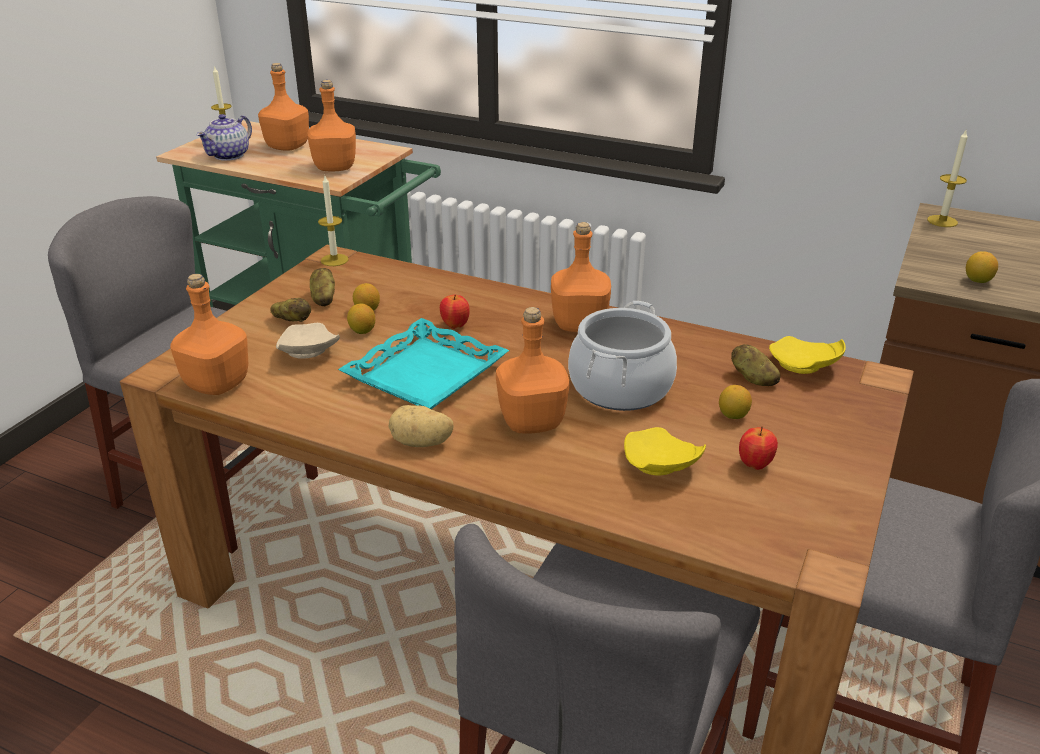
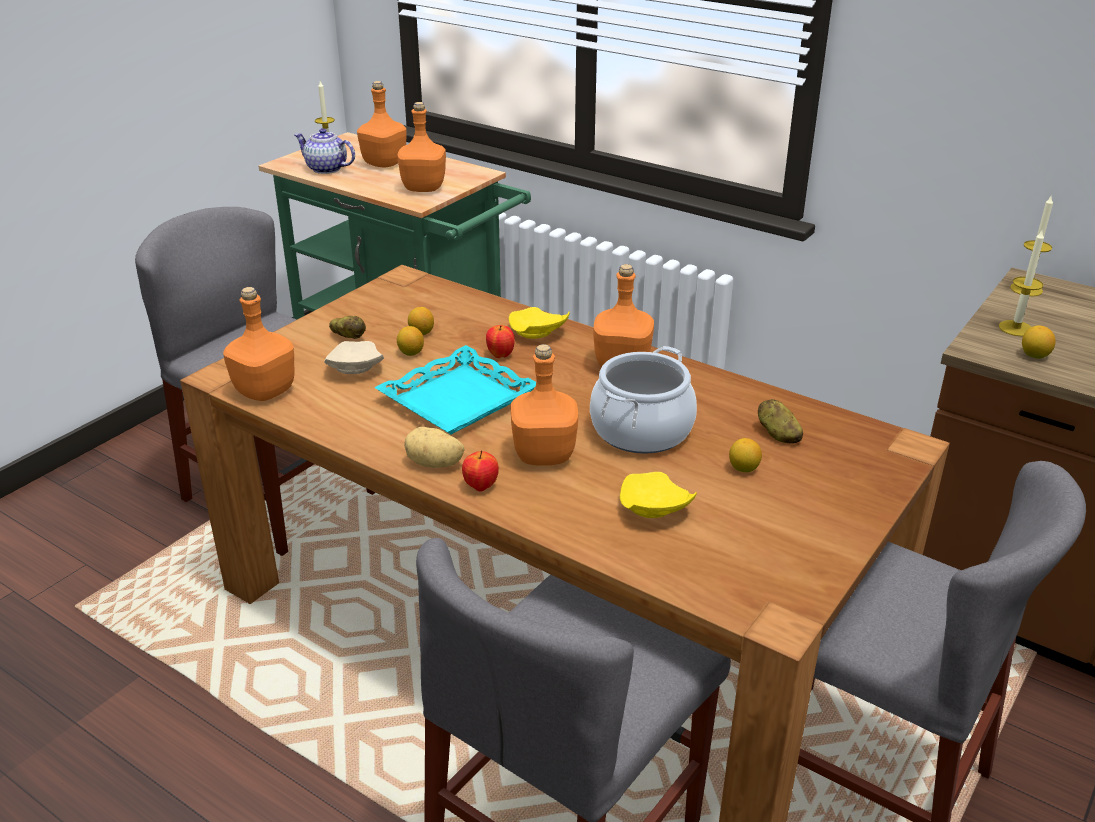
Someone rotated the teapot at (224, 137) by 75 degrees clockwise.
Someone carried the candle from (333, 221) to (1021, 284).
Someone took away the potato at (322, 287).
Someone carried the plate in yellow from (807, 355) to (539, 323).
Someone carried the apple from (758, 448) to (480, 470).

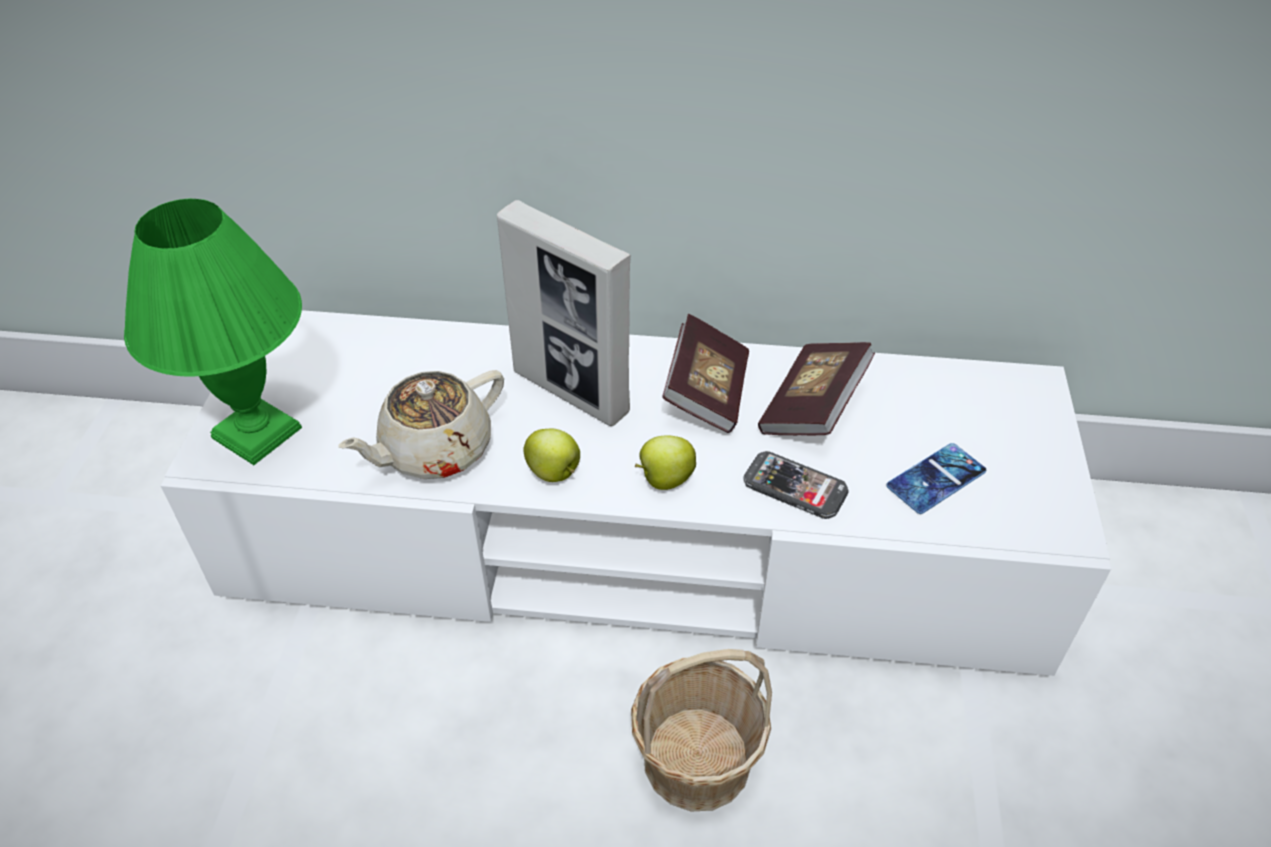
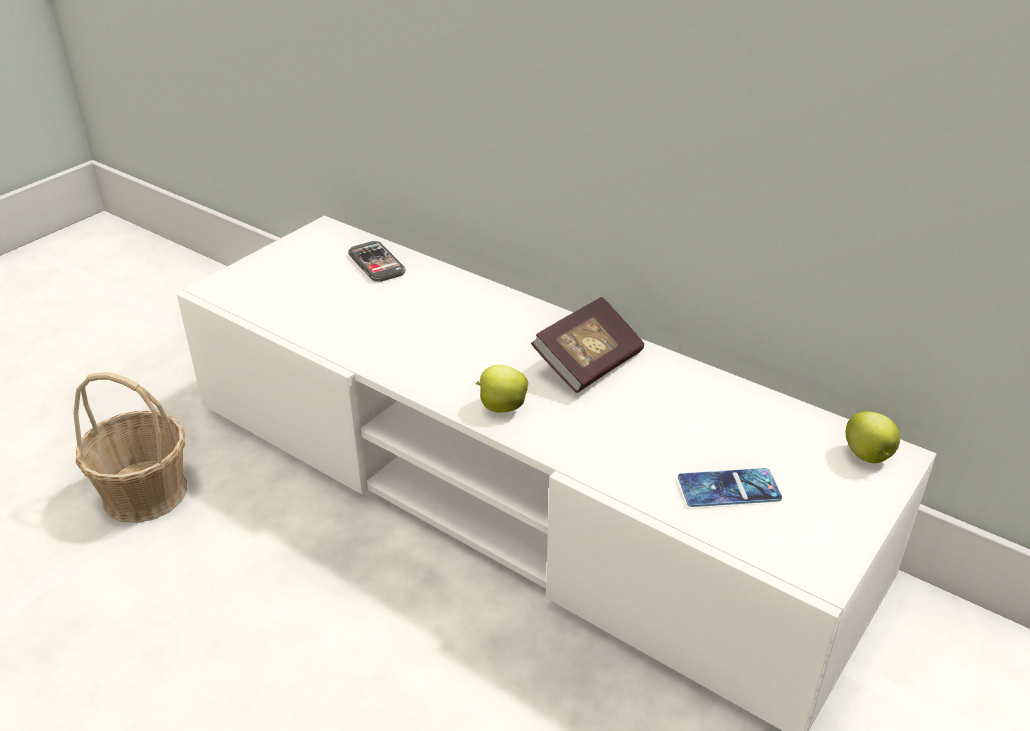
Someone took away the table lamp in green at (213, 332).
Someone took away the picture frame at (564, 313).
Someone took away the book at (816, 389).
Someone took away the teapot in beige at (421, 424).
Someone carried the apple from (551, 455) to (873, 437).
Someone carried the phone from (796, 485) to (377, 261).
Someone carried the basket from (701, 730) to (130, 447).

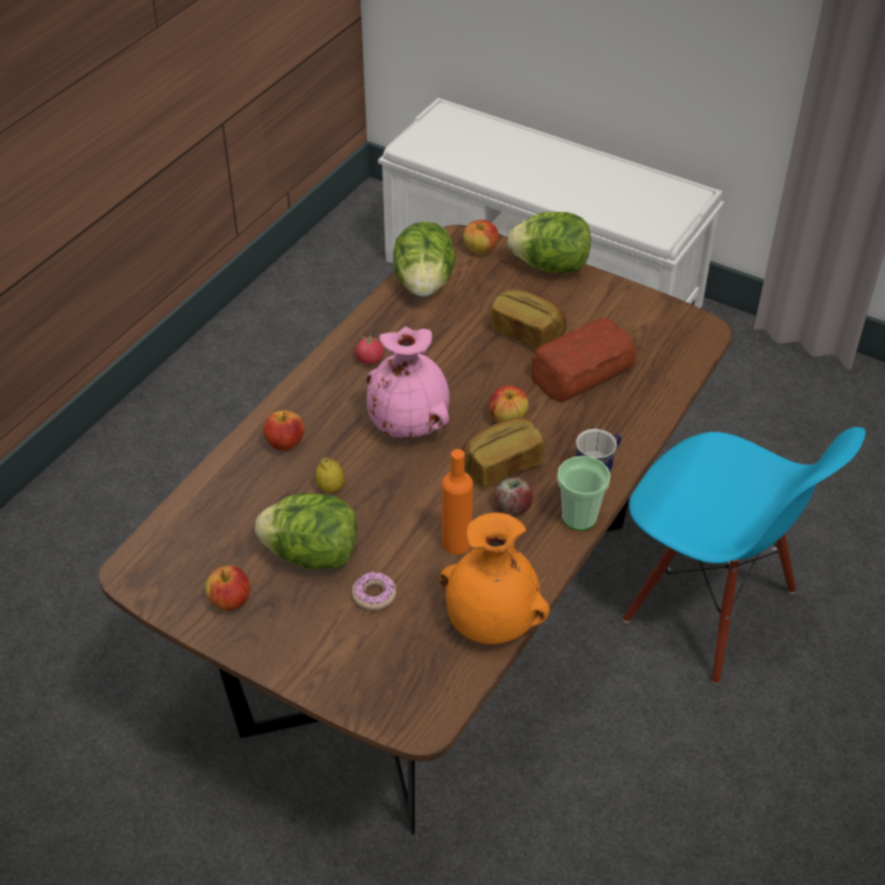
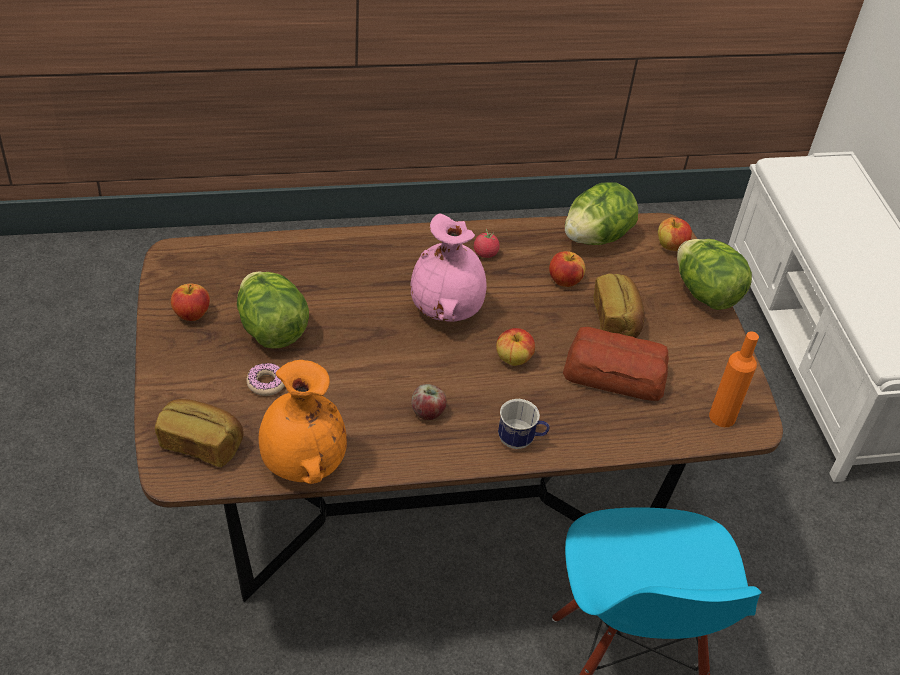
Someone carried the apple from (284, 431) to (567, 269).
Someone carried the bread from (503, 452) to (199, 433).
Someone carried the bottle in orange from (457, 502) to (734, 379).
Someone took away the cup at (584, 493).
Someone took away the lemon at (330, 475).

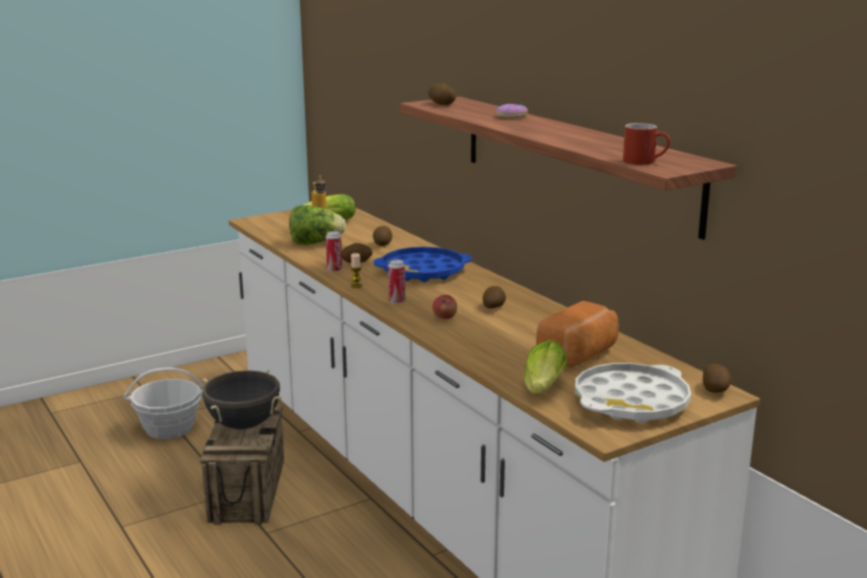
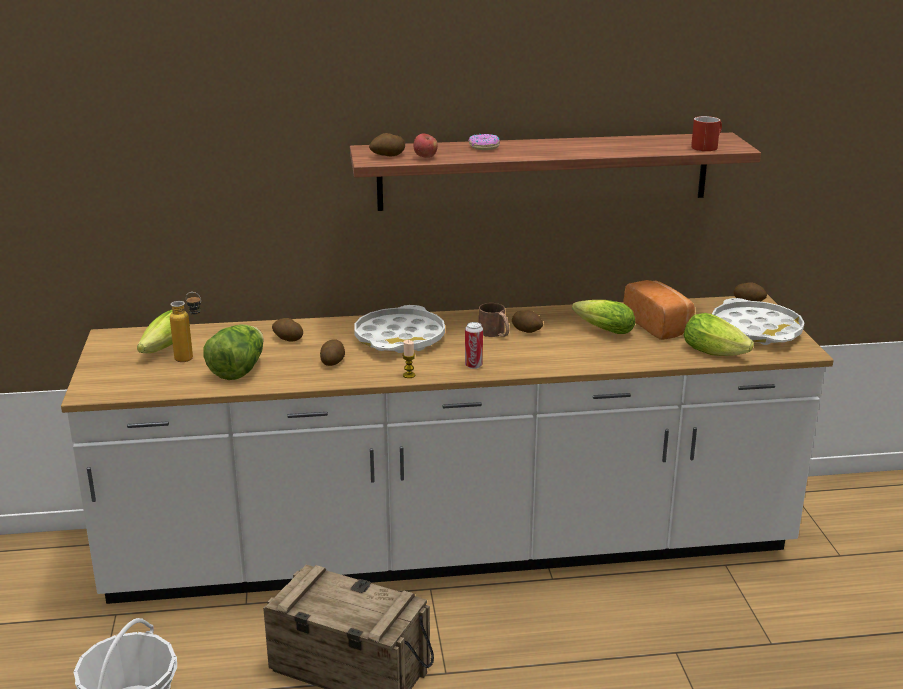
Someone took away the can at (334, 251).
Someone repainted the tray in blue at (423, 264), which became the tray in white at (399, 329).
Someone carried the apple from (445, 307) to (425, 146).
Someone took away the cooking pot in black at (242, 399).
Someone put down the lettuce at (603, 317).
Someone put down the mug in brown at (494, 320).

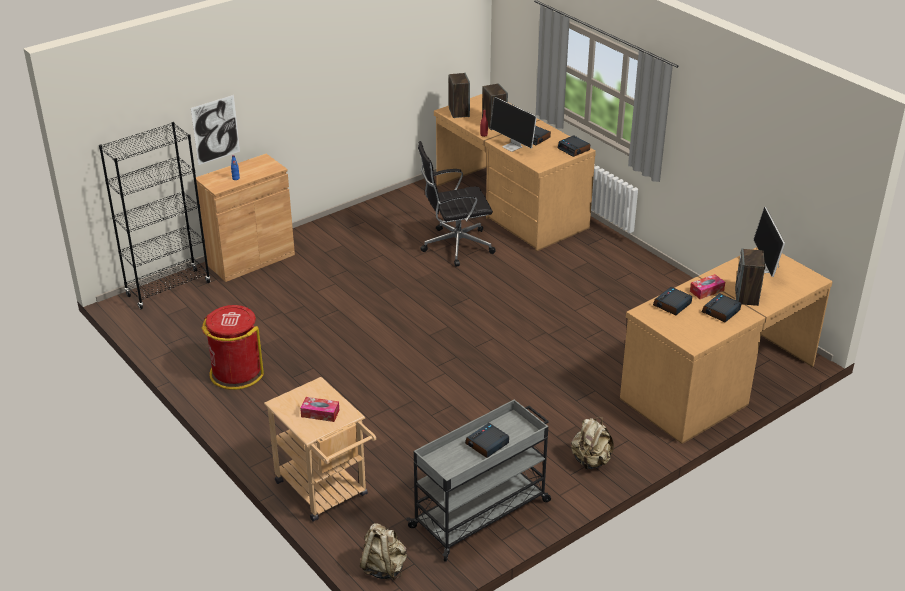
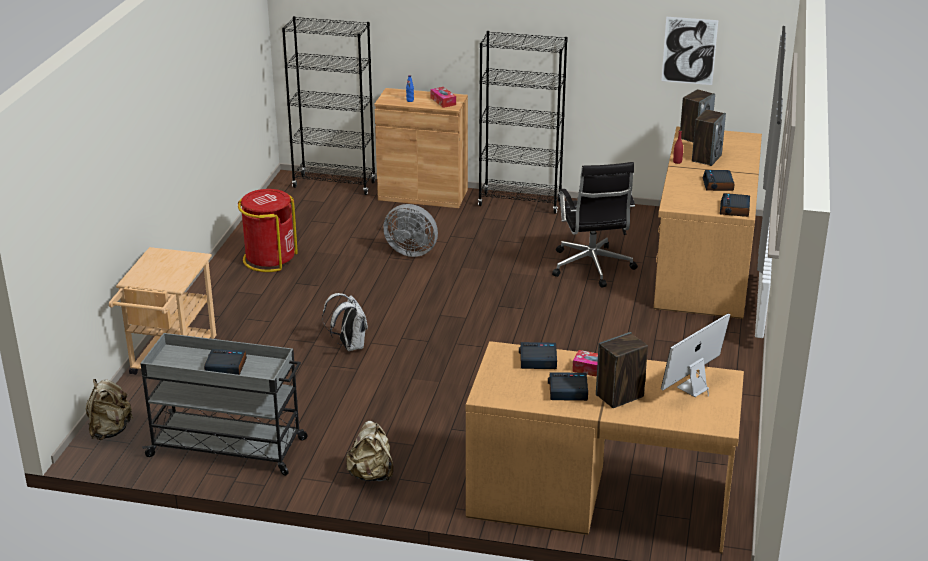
Someone carried the picture from (215, 130) to (689, 51).
Someone took away the monitor at (513, 124).
Someone rotated the office chair in black at (456, 203) by 135 degrees counterclockwise.
Someone carried the tissue box from (319, 409) to (443, 97).
Someone put down the bookcase in black at (523, 122).
Someone put down the fan in grey at (410, 230).
Someone put down the backpack in white at (345, 322).

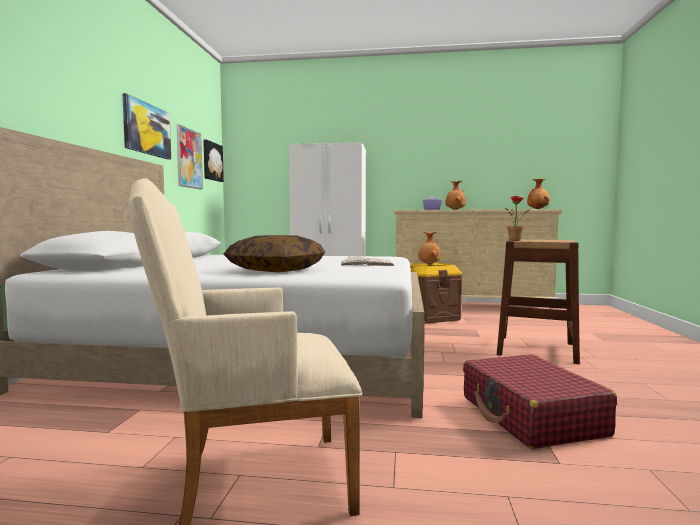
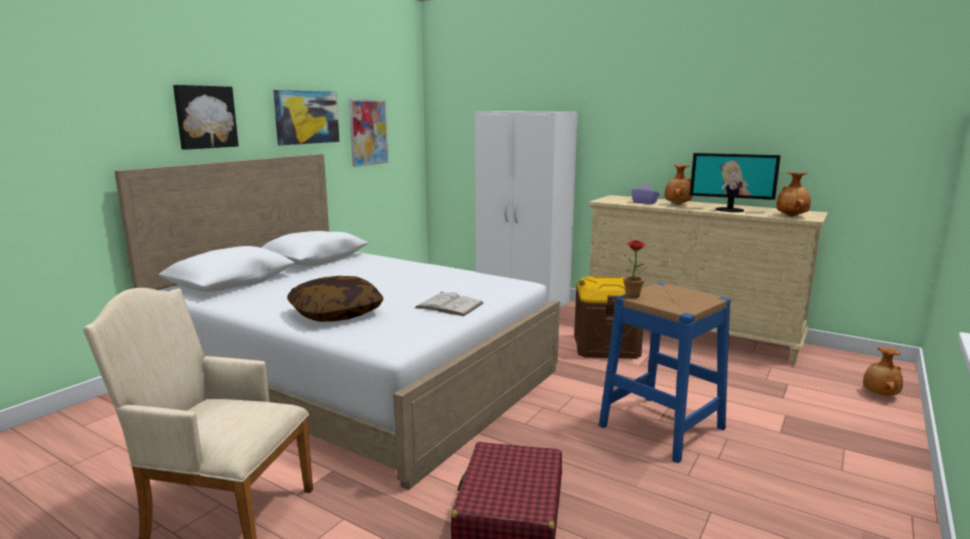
Someone carried the picture from (213, 161) to (206, 117).
Someone carried the vase in brown from (429, 248) to (883, 371).
Someone repainted the stool in brown at (538, 301), which became the stool in blue at (665, 373).
Someone put down the monitor at (735, 182).

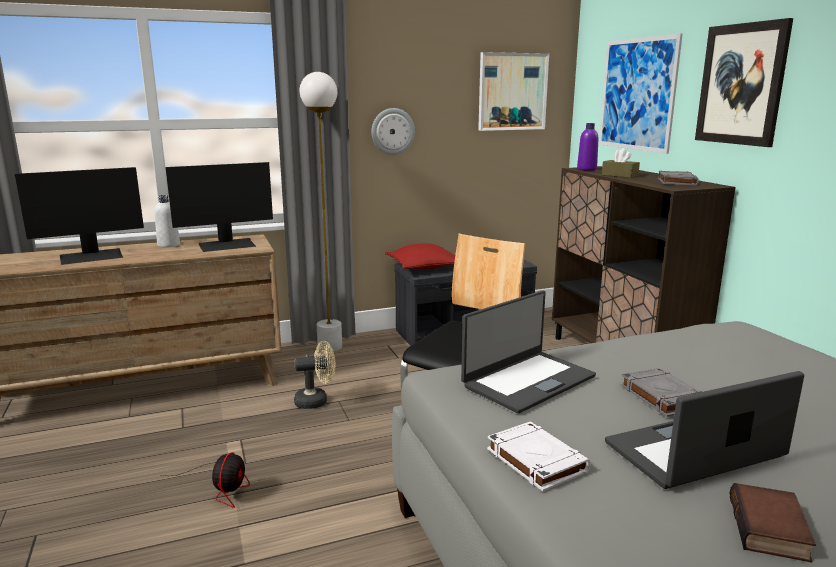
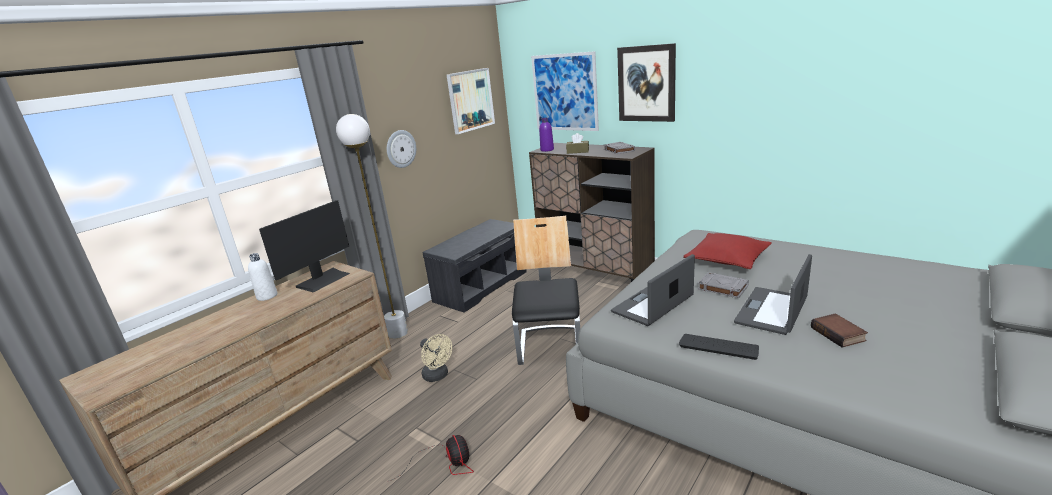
Someone took away the monitor at (79, 216).
Someone carried the pillow in red from (420, 256) to (727, 251).
Someone rotated the laptop at (528, 351) by 150 degrees counterclockwise.
Someone rotated the fan in beige at (315, 375) by 90 degrees clockwise.
Someone swapped the book in white at (539, 456) for the keyboard at (719, 347).

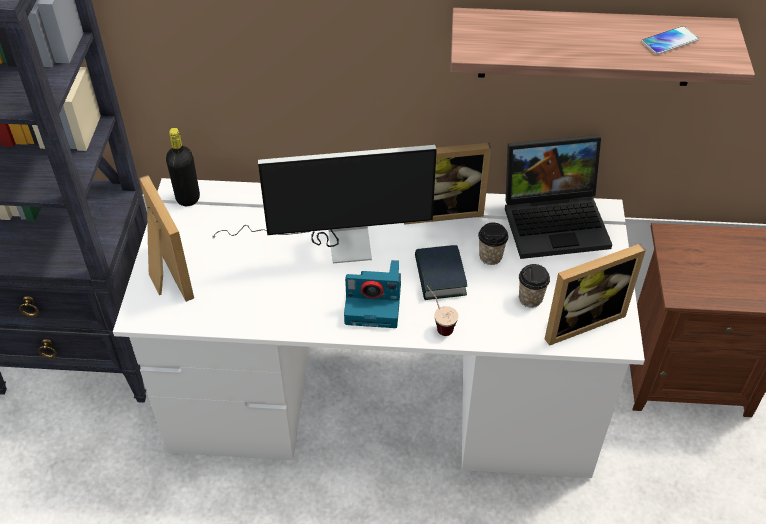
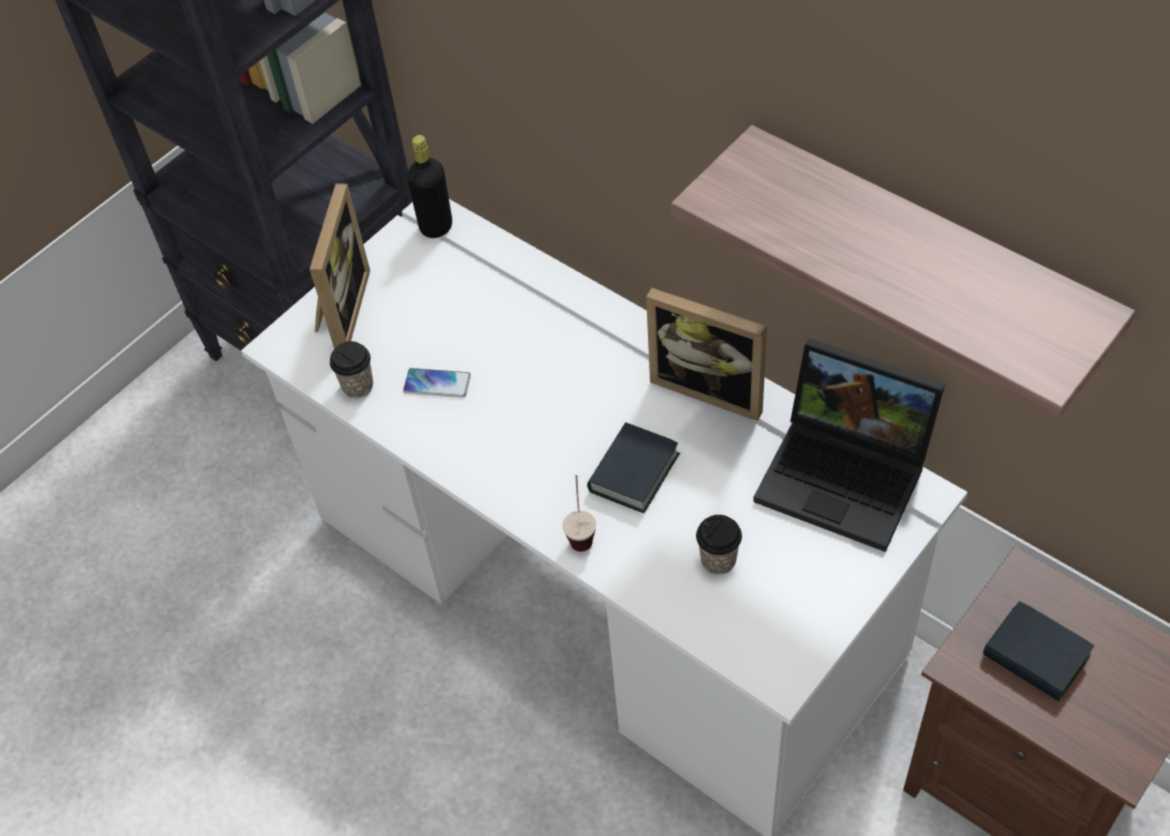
Someone carried the phone from (670, 40) to (437, 383).
Someone took away the monitor at (324, 204).
Someone carried the cup from (493, 244) to (351, 369).
Someone took away the picture frame at (595, 295).
Someone took away the photo camera at (372, 294).
Someone put down the book at (1038, 651).

